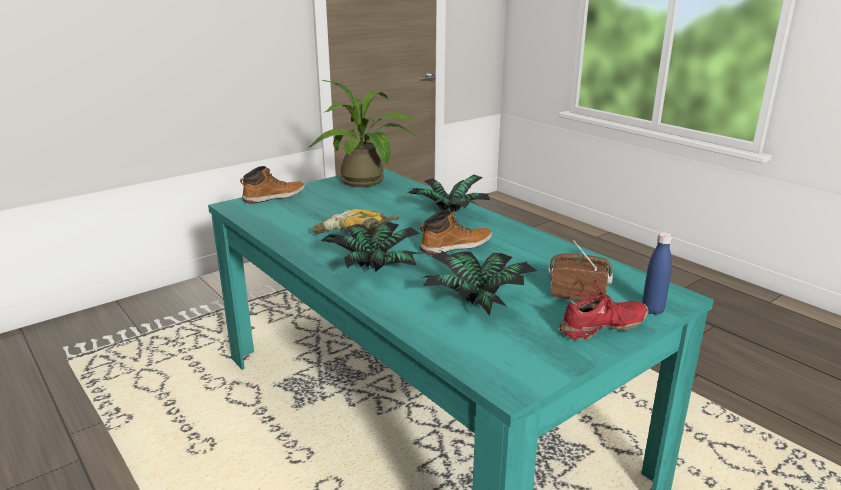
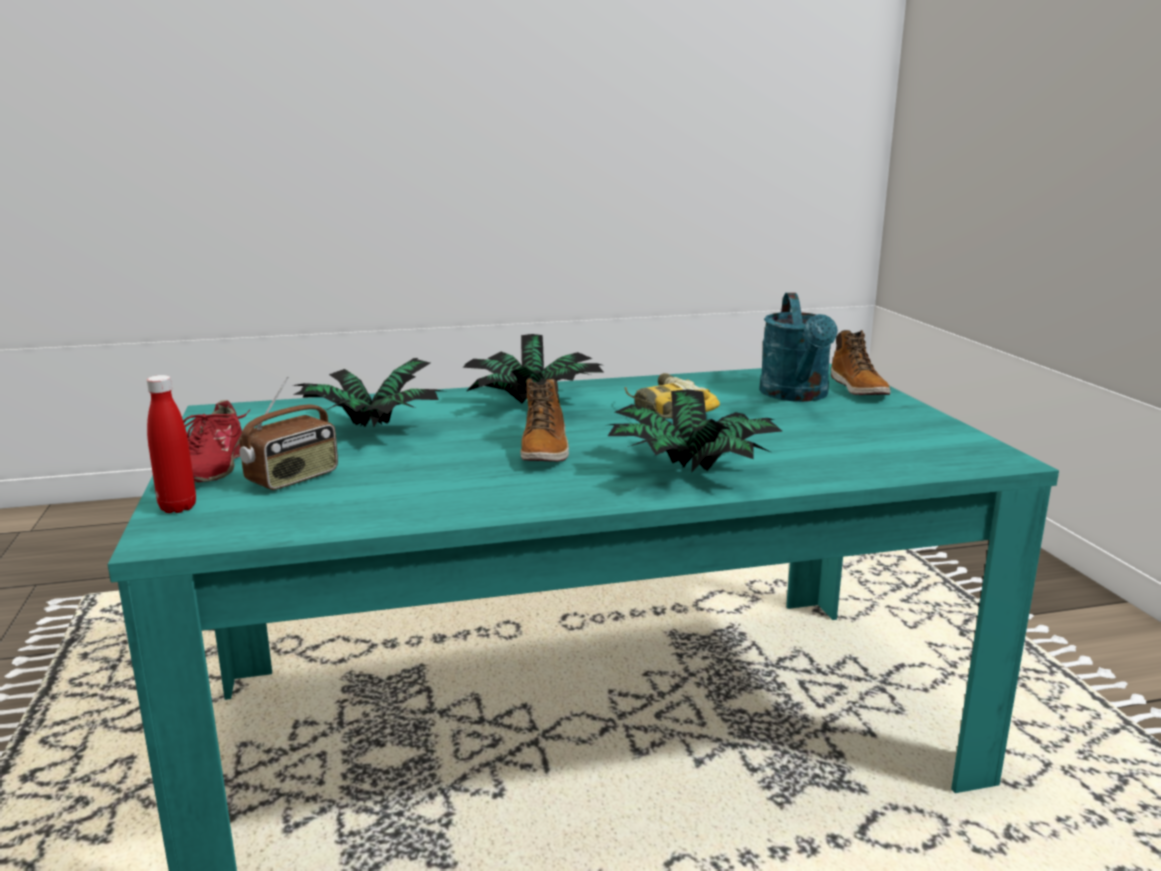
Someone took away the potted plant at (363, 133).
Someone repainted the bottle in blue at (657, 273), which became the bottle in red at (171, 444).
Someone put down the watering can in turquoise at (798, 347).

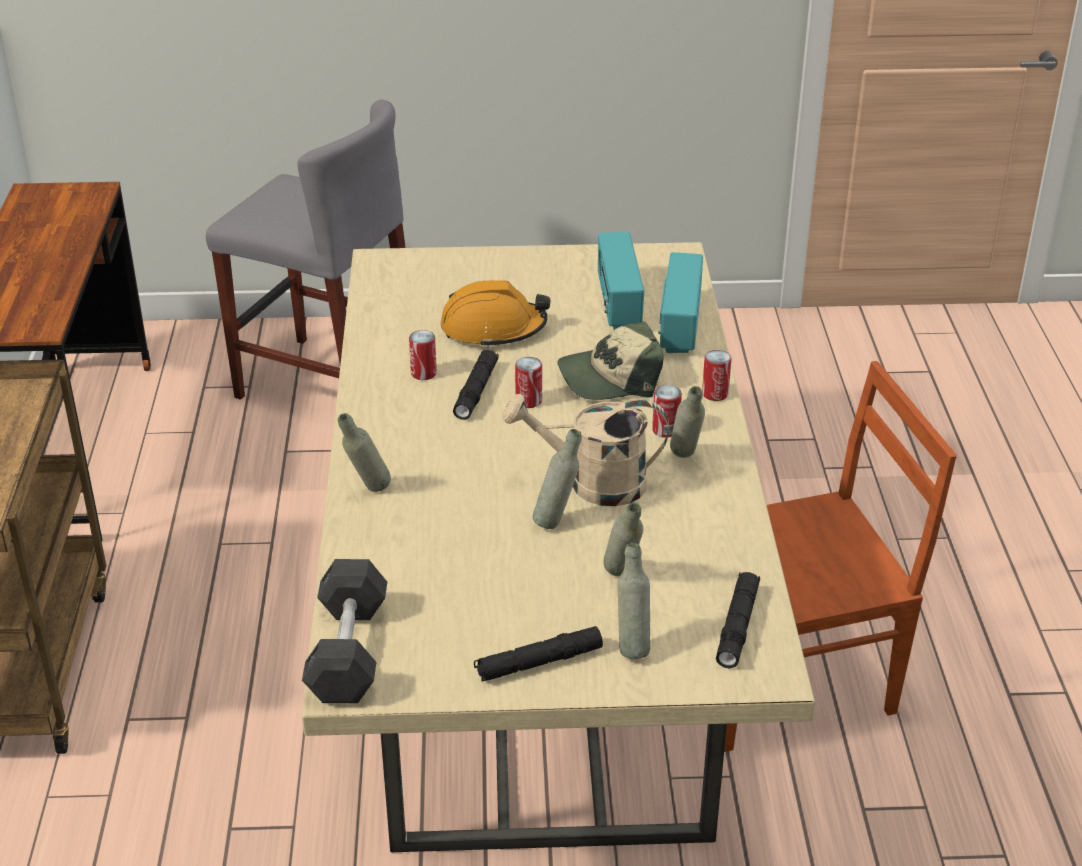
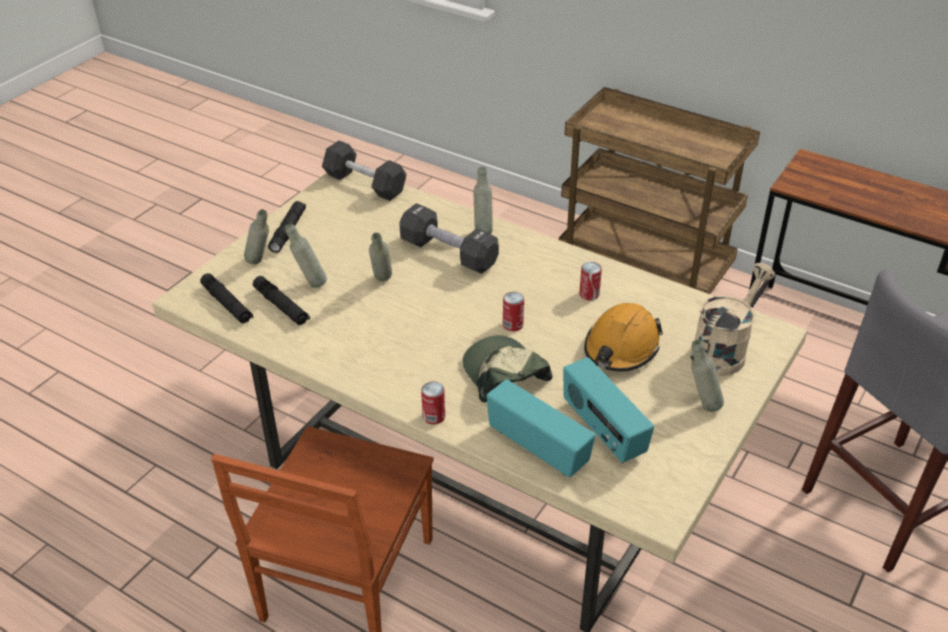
Someone rotated the radio at (621, 281) by 150 degrees counterclockwise.
Someone rotated the cap at (610, 361) by 45 degrees counterclockwise.
Someone carried the flashlight in black from (476, 385) to (281, 300).
Someone took away the can at (667, 411).
Someone carried the bottle in grey from (687, 422) to (707, 376).
Someone carried the watering can in beige from (586, 450) to (732, 319).
Someone put down the dumbbell in black at (449, 238).

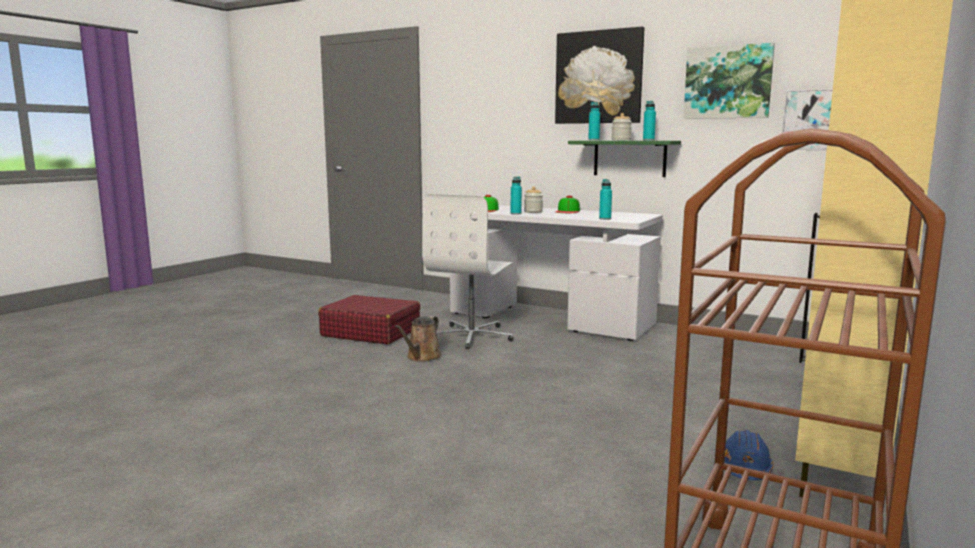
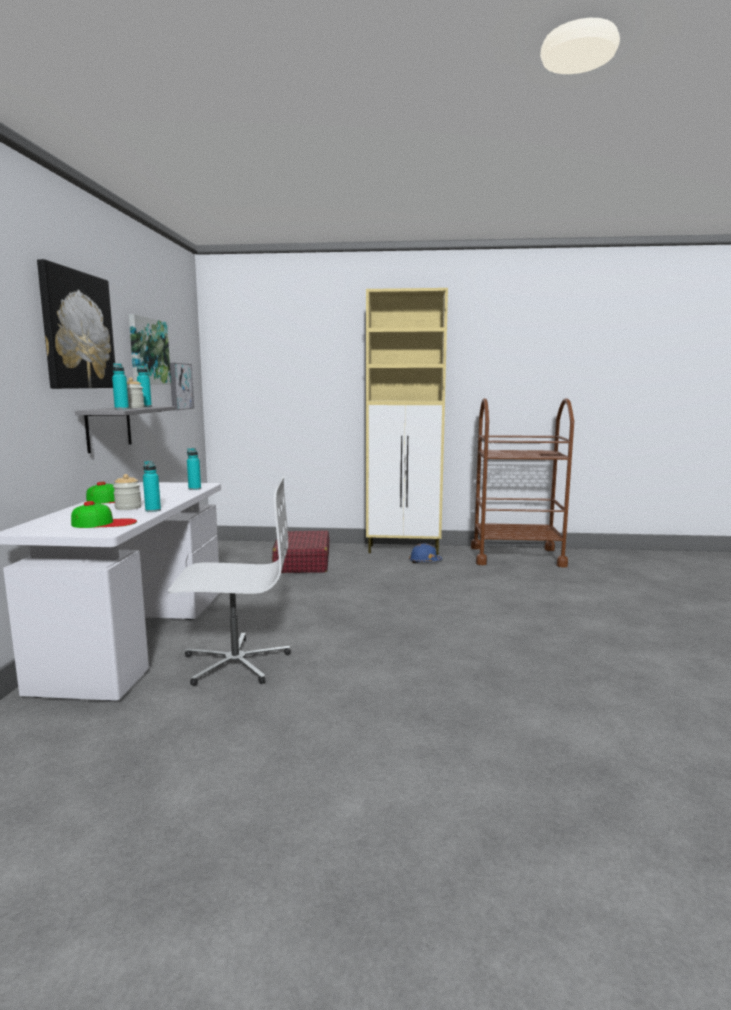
Someone repainted the shelf in green at (624, 159), which became the shelf in grey at (125, 429).
Someone carried the suitcase in red from (369, 319) to (301, 552).
Someone took away the watering can in brown at (418, 339).

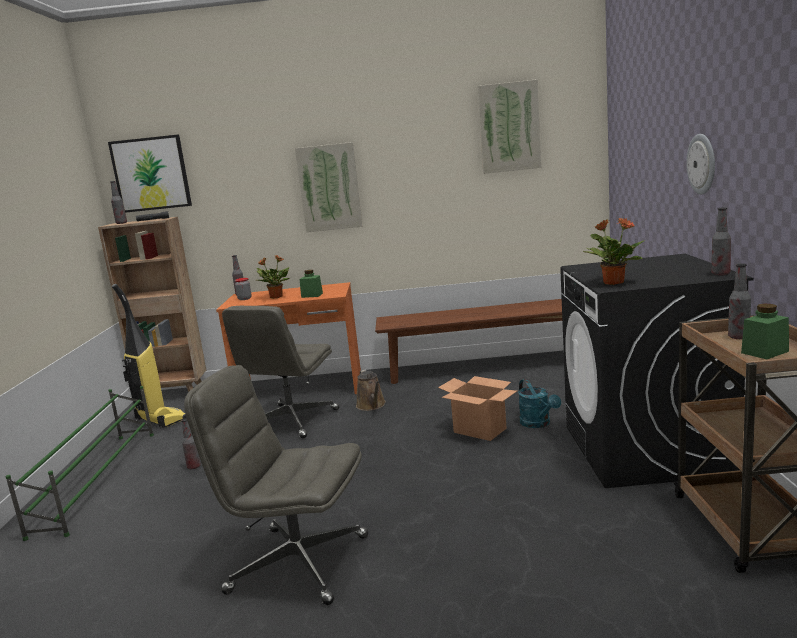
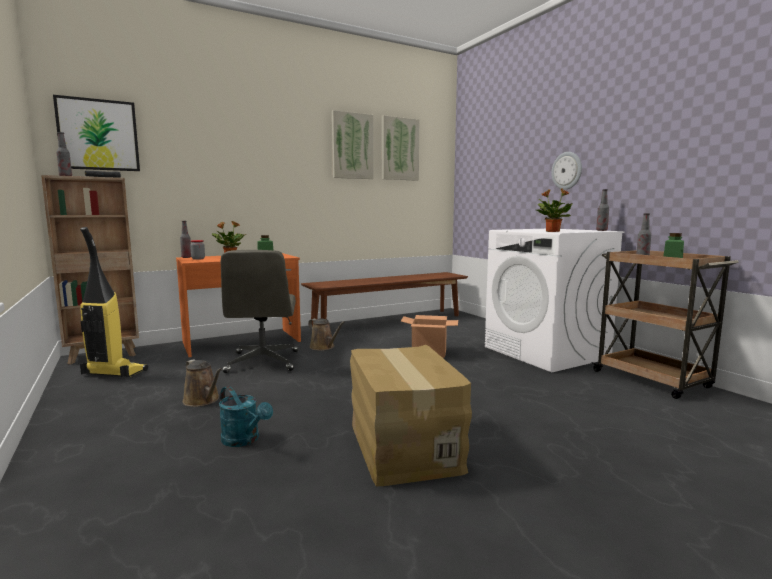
Someone carried the picture from (328, 187) to (353, 144).
Someone repainted the washing machine in black at (657, 371), which became the washing machine in white at (554, 300).
Someone swapped the office chair in grey at (276, 485) for the cardboard box at (411, 415).
Someone carried the watering can in turquoise from (539, 403) to (246, 416).
Someone took away the shoe rack in green at (79, 463).
Someone swapped the bottle at (191, 443) for the watering can in brown at (202, 383).

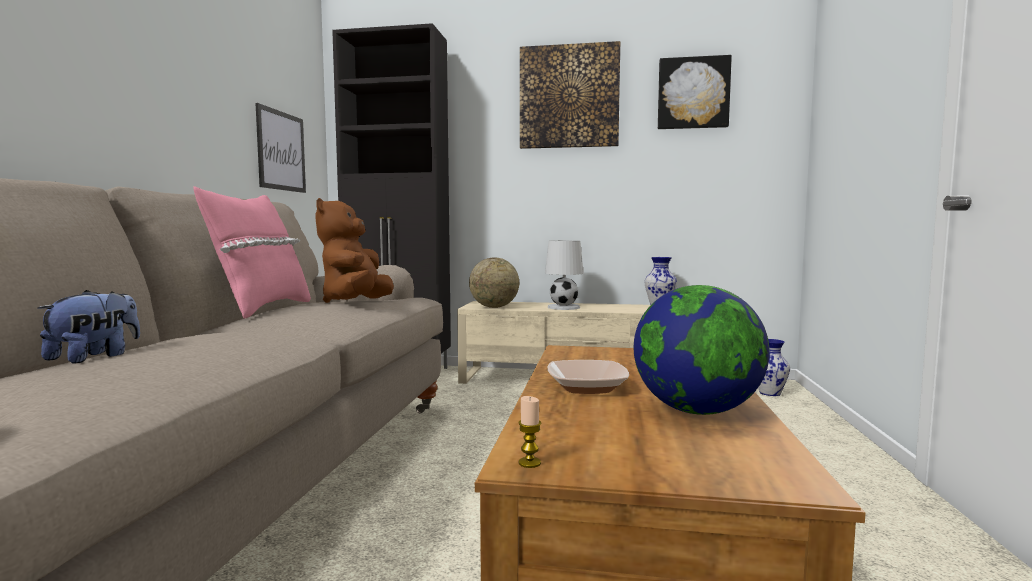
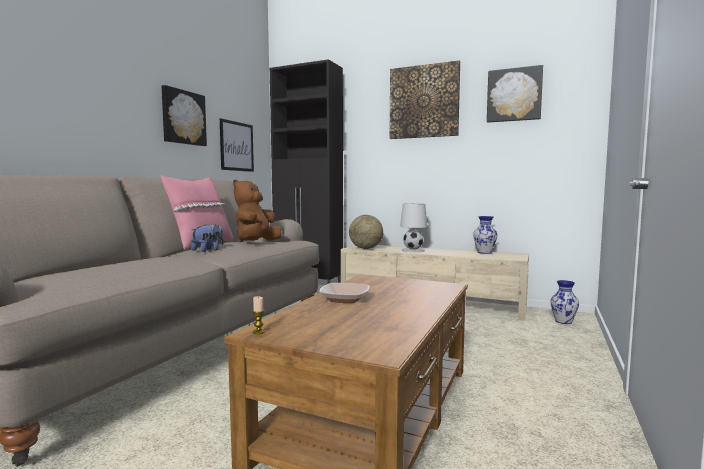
Someone took away the globe at (702, 350).
Someone carried the plush toy from (88, 326) to (207, 238).
Someone put up the picture at (184, 115).

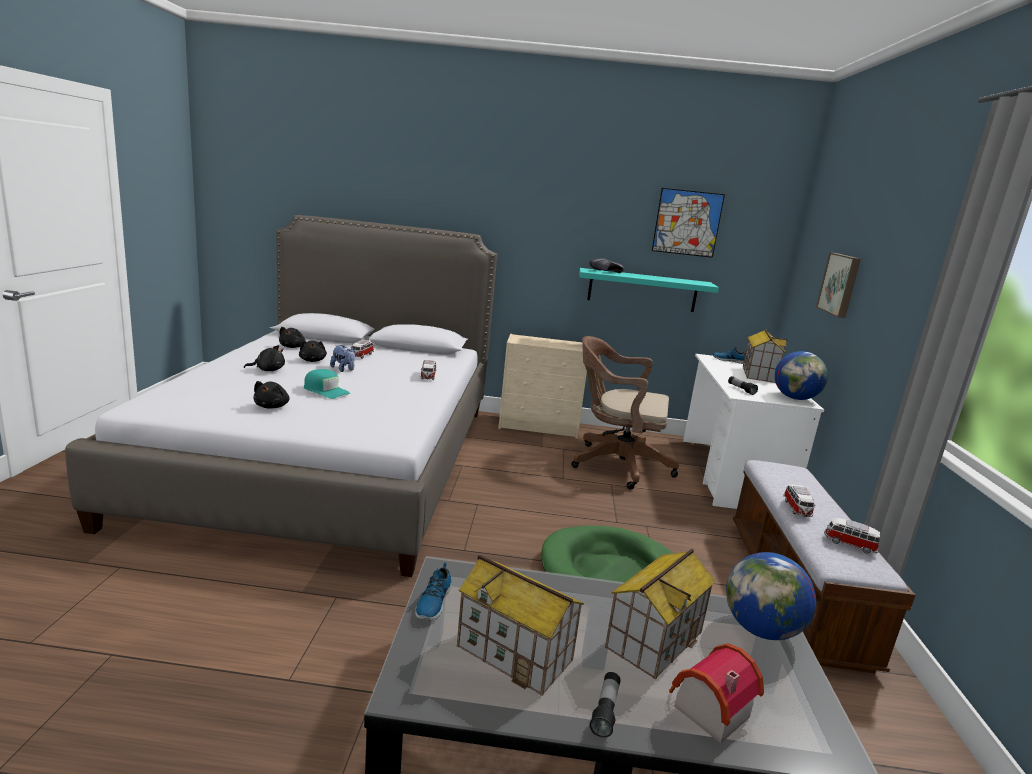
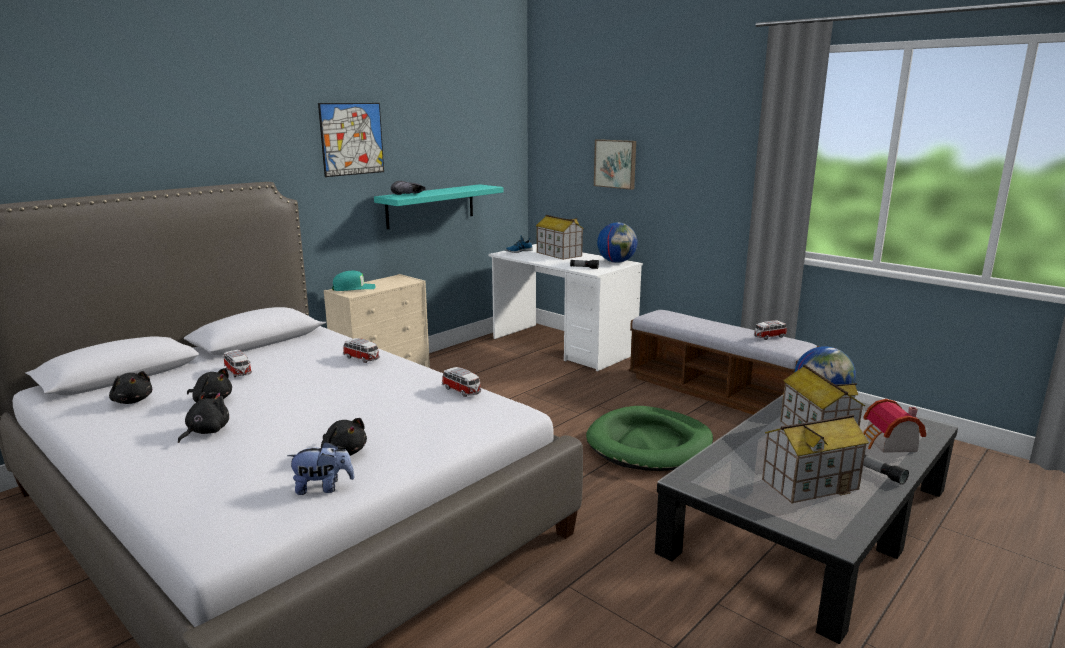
Someone carried the picture from (688, 223) to (351, 140).
Someone took away the office chair in brown at (625, 413).
Someone carried the plush toy from (342, 358) to (321, 468).
Someone carried the cap in turquoise from (327, 384) to (353, 280).
Someone carried the toy car from (799, 500) to (461, 382).
Someone took away the shoe at (433, 591).

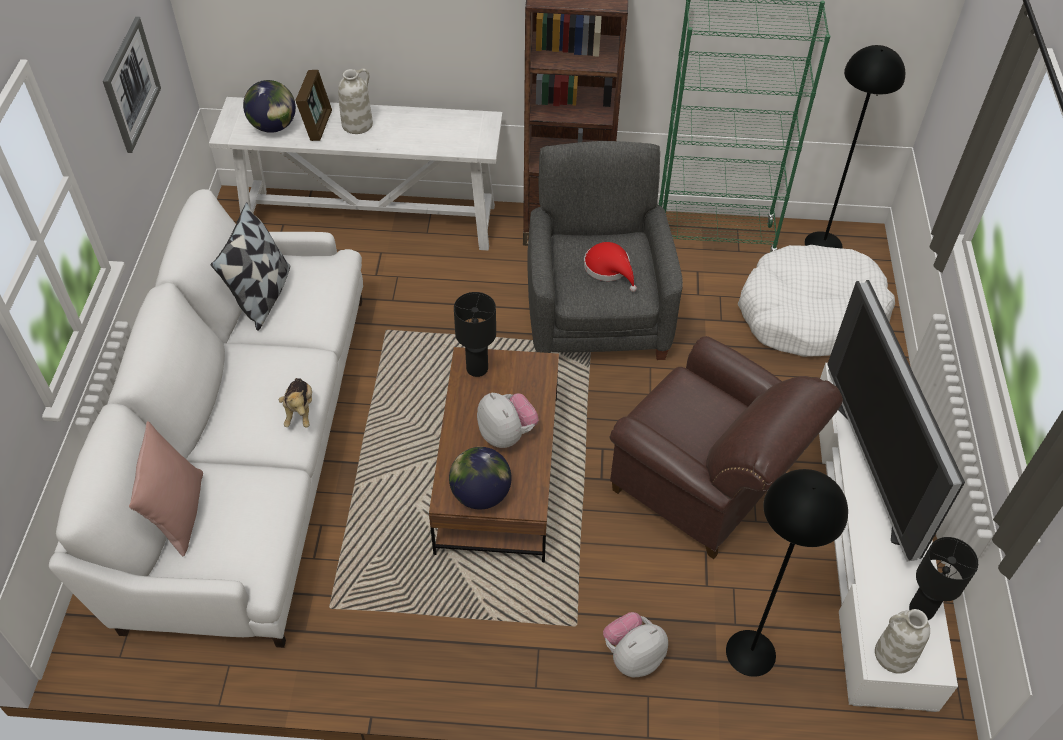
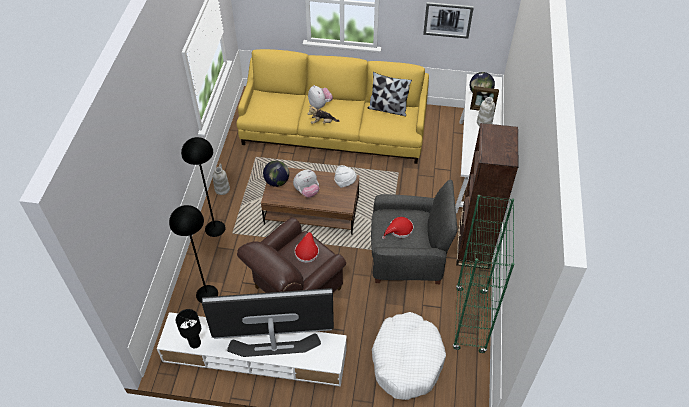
Someone carried the floor lamp in black from (855, 146) to (203, 187).
Someone repainted the sofa in white at (206, 418), which became the sofa in yellow at (332, 106).
Someone swapped the table lamp in black at (475, 334) for the hat in white at (345, 176).
Someone took away the pillow in pink at (166, 489).
Someone carried the vase in white from (902, 641) to (221, 179).
Someone carried the plush toy from (635, 644) to (320, 97).
Someone put down the hat in red at (307, 247).

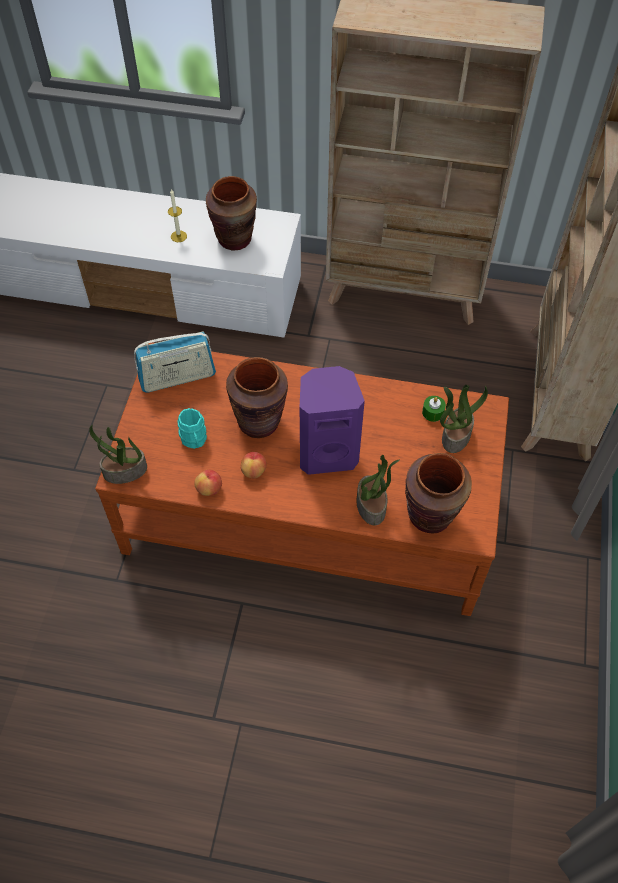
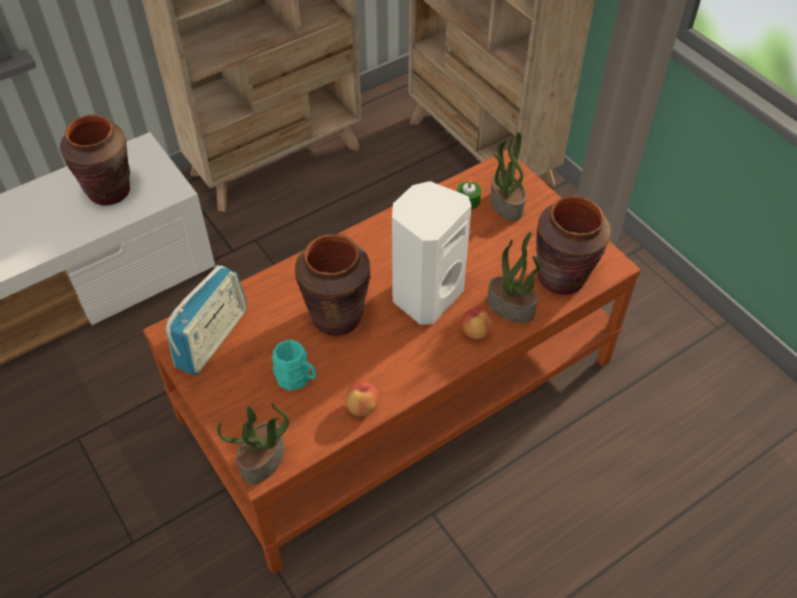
Someone took away the candle at (177, 215).
Someone repainted the speaker in purple at (332, 420), which became the speaker in white at (432, 253).
Someone carried the apple from (253, 465) to (476, 323).

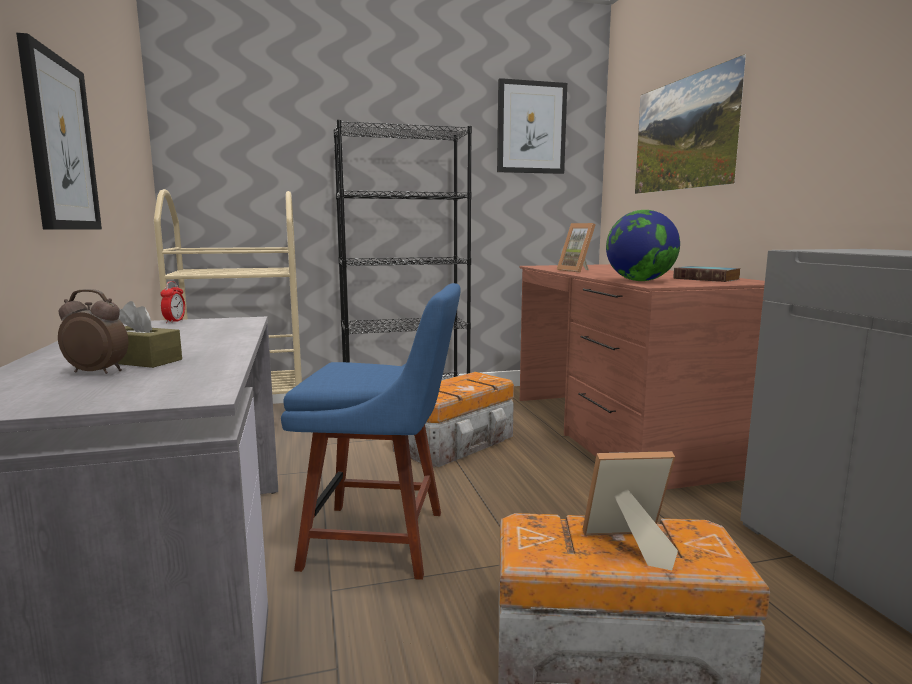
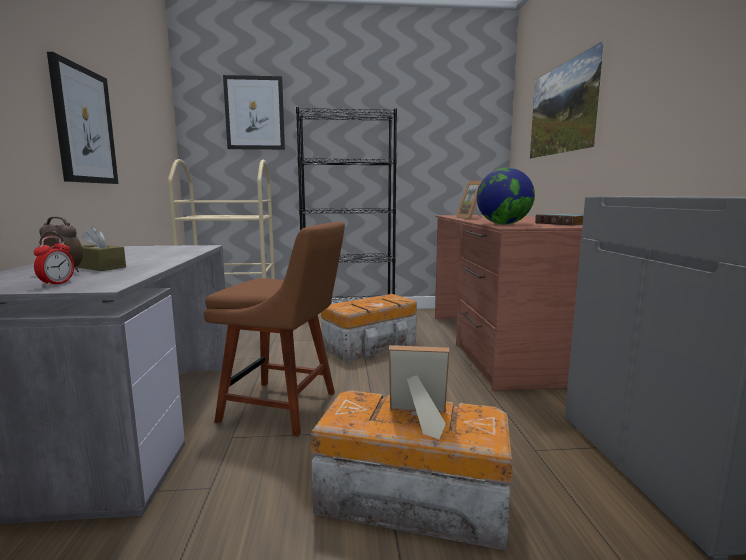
Someone carried the picture from (532, 126) to (254, 112).
Someone carried the alarm clock from (173, 302) to (54, 261).
Someone repainted the chair in blue at (371, 431), which became the chair in brown at (274, 329).

